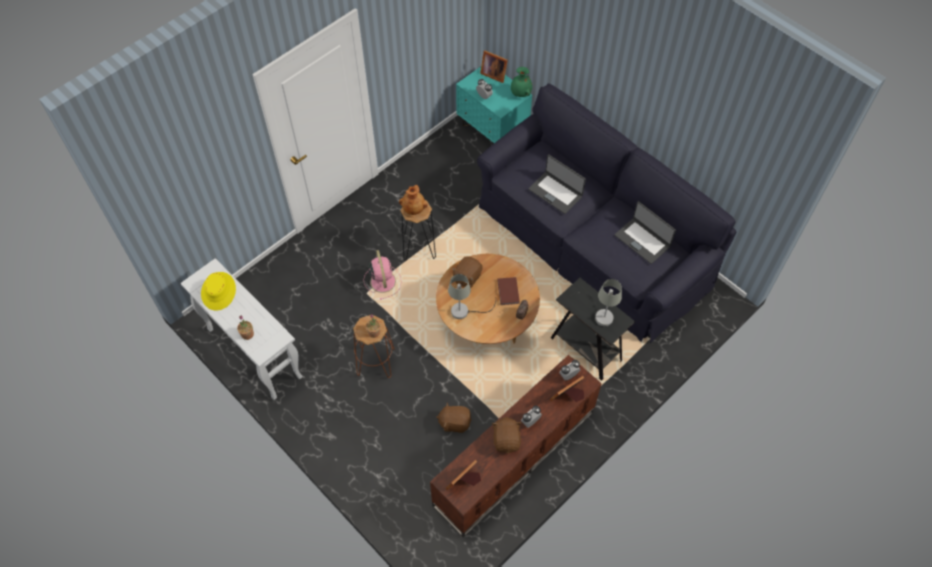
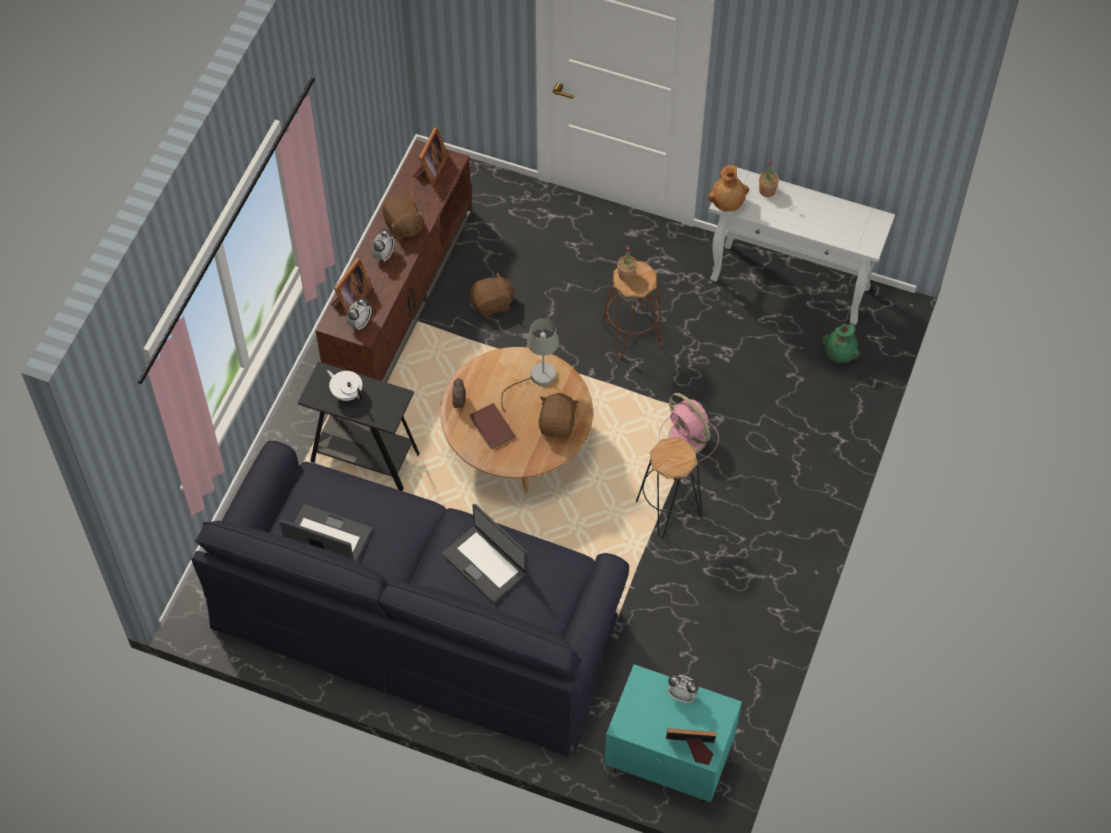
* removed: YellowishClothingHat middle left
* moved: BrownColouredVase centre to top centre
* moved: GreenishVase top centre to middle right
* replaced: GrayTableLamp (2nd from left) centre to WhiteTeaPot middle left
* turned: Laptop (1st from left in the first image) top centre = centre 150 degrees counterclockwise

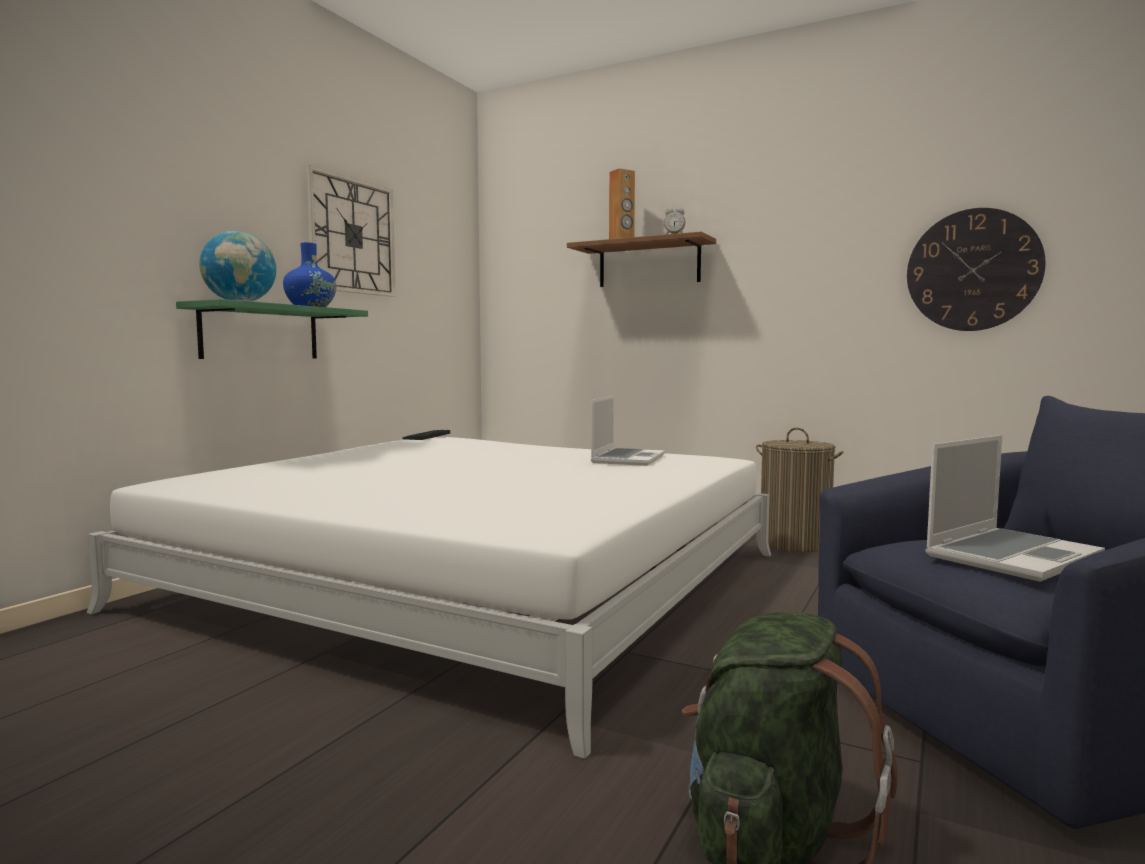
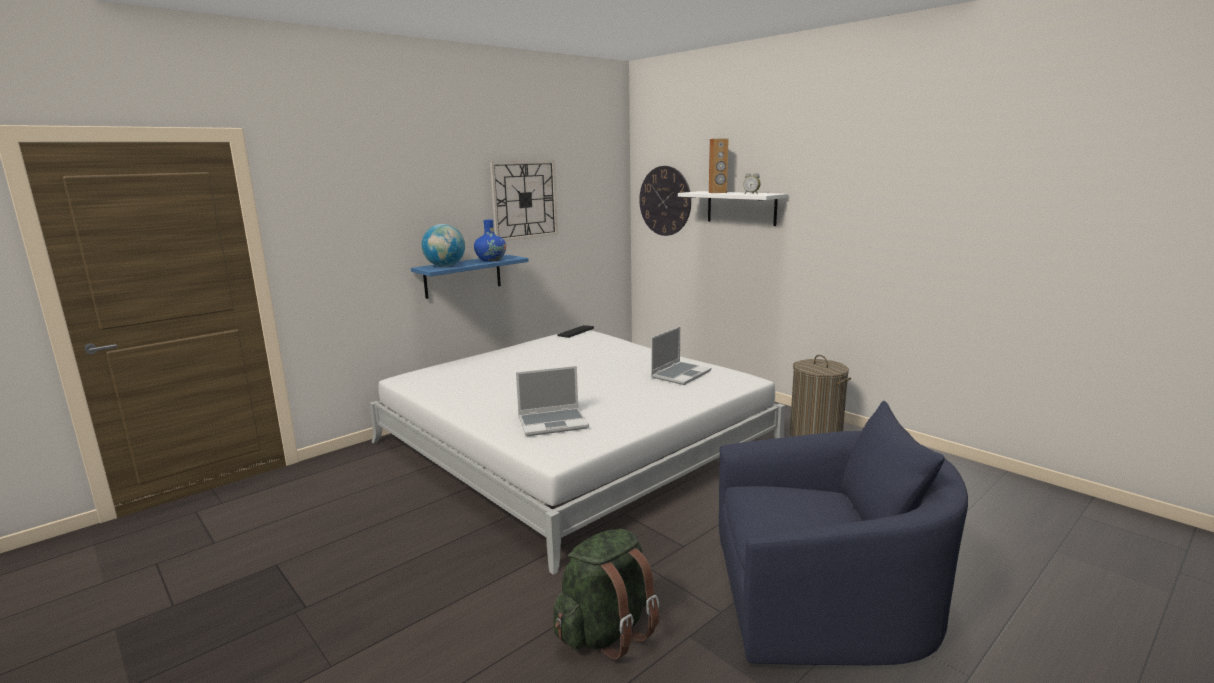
* moved: WallClock (2nd from left) top right to top centre
* moved: Laptop (2nd from left in the first image) middle right to Laptop (1st from left) centre
* recoloured: GreenishBracketShelf middle left to BlueColouredBracketShelf centre
* recoloured: BrownColouredBracketShelf top centre to WhiteBracketShelf top centre

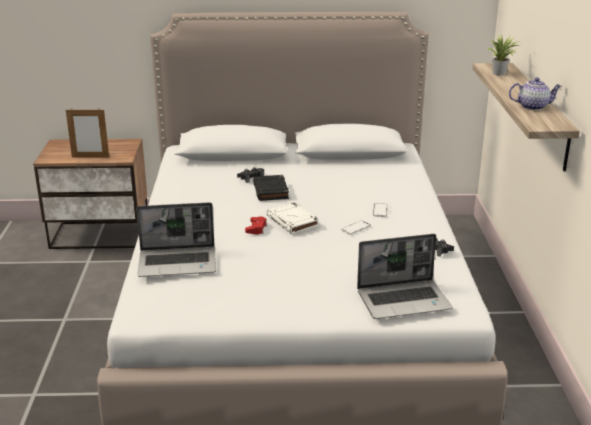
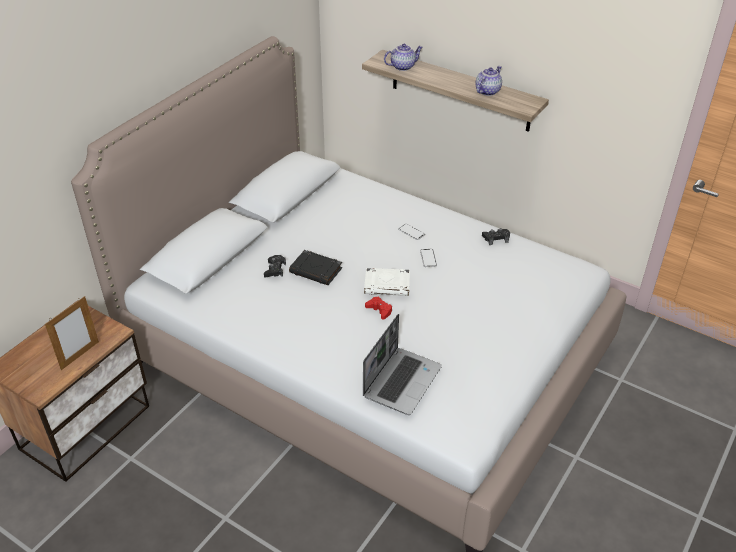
* removed: Laptop (2nd from left) middle right
* replaced: PlantInAPot top right to TeaPot (1st from left) top centre

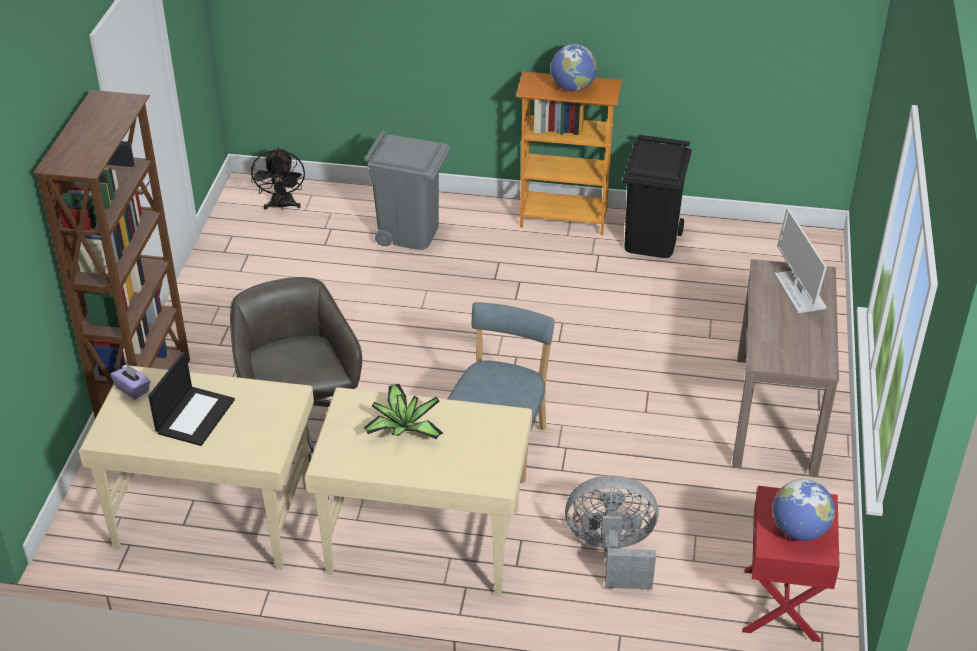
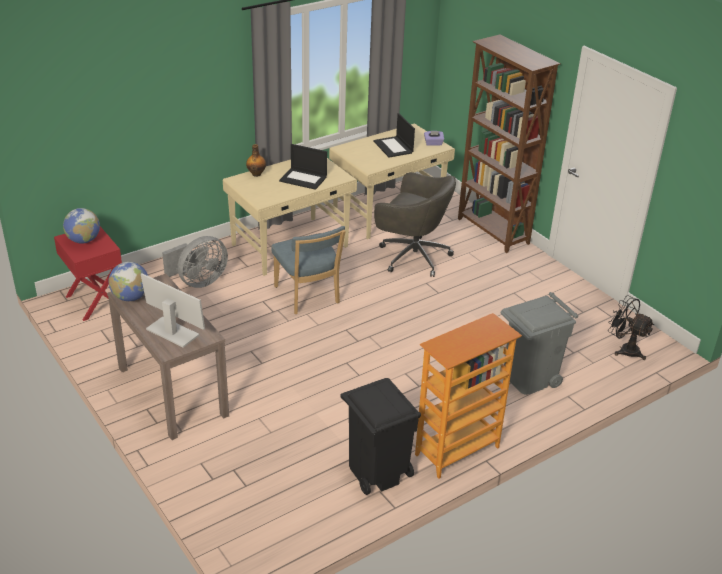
* added: Bottle top centre
* moved: WorldGlobe (1st from left in the first image) top centre to WorldGlobe (2nd from left) middle left
* replaced: PlantInAPot centre to Laptop (1st from left) top centre

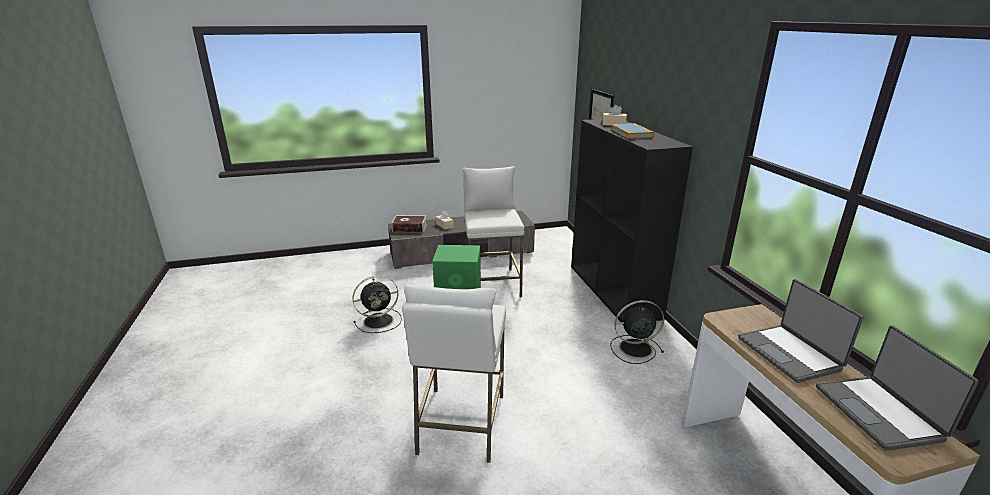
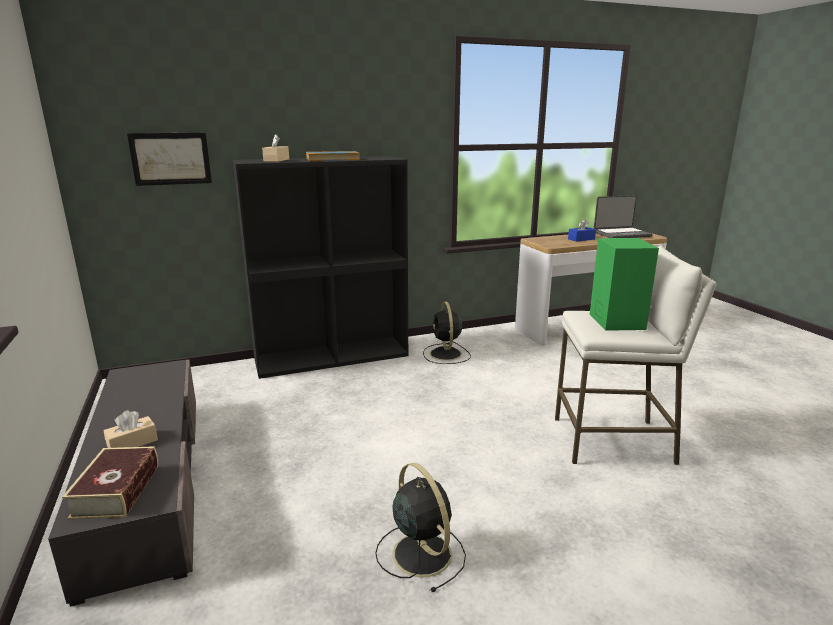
* removed: WhiteStoolSeat (2nd from left) centre
* replaced: Laptop (1st from left) bottom right to BlueColouredTissueBox middle right

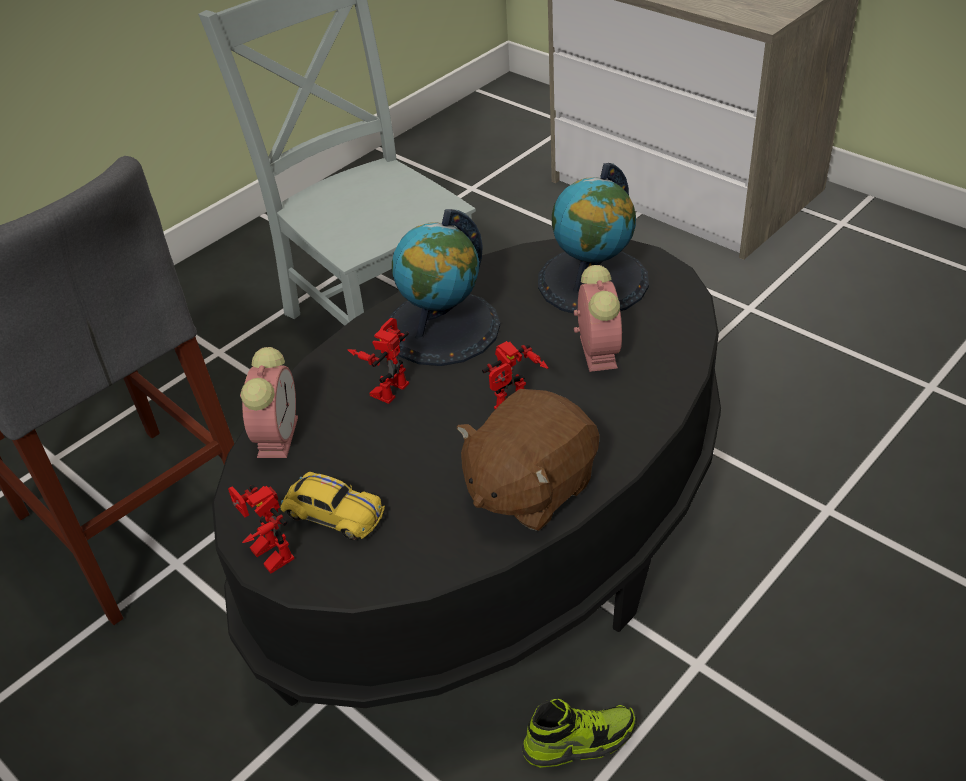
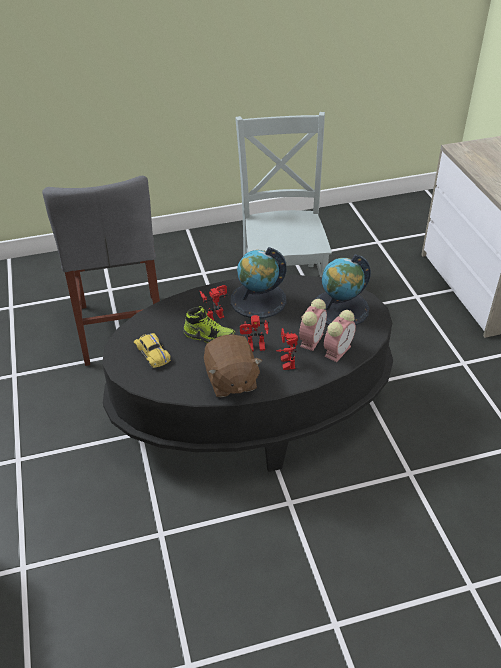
* moved: RobotFigure (1st from left in the first image) bottom left to RobotFigure (3rd from left) centre
* moved: BedsideClock (1st from left in the first image) middle left to BedsideClock (2nd from left) middle right
* moved: ItemOfFootwear bottom centre to centre
* turned: BrownColouredCuddlyToy centre = centre 90 degrees counterclockwise

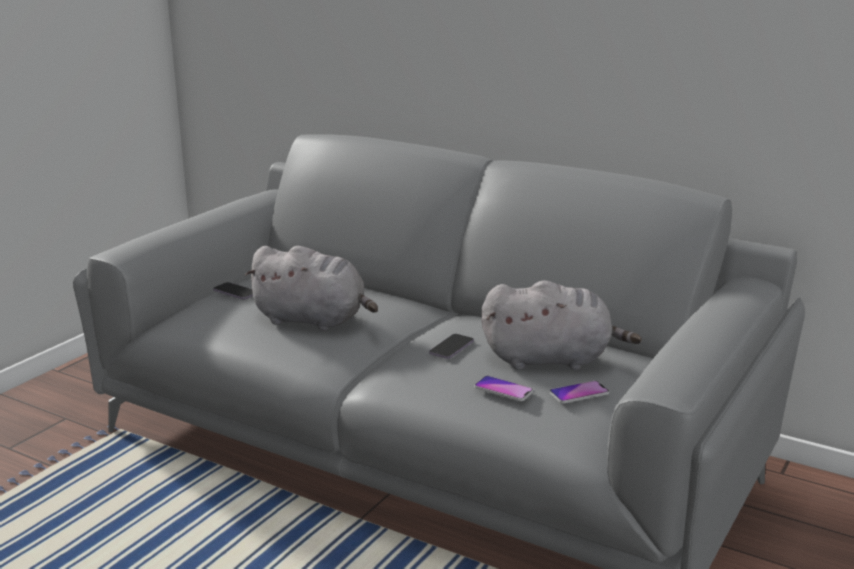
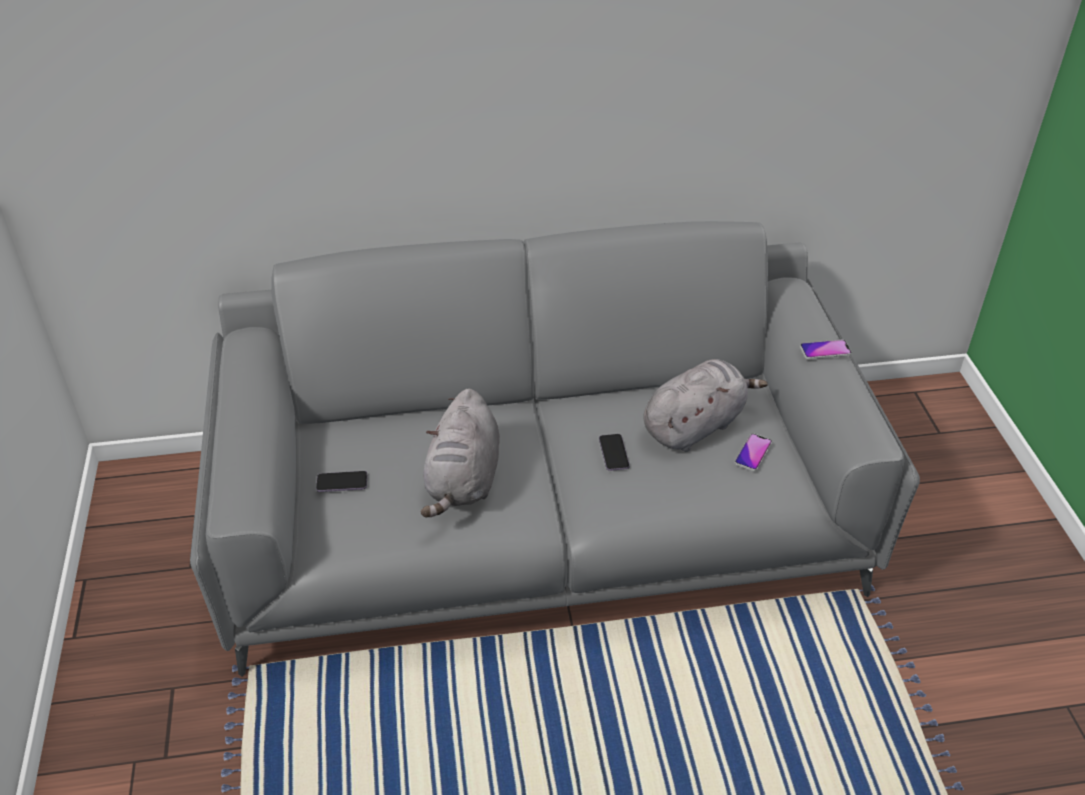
* moved: Phone (3rd from left in the first image) bottom centre to Phone (4th from left) middle right
* turned: GrayCuddlyToy (1st from left) centre = centre 120 degrees clockwise

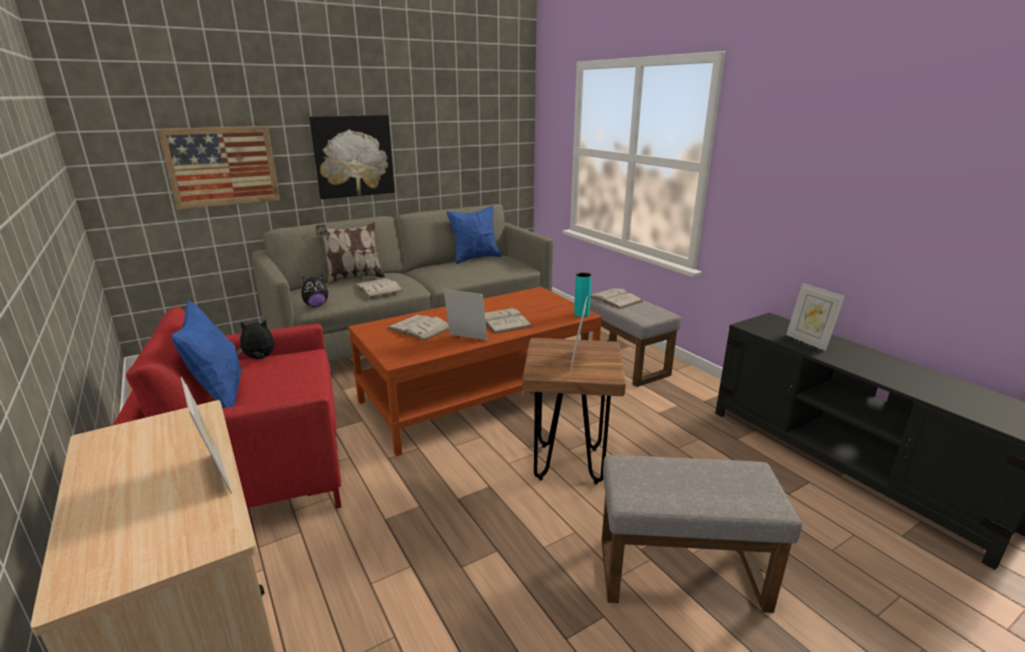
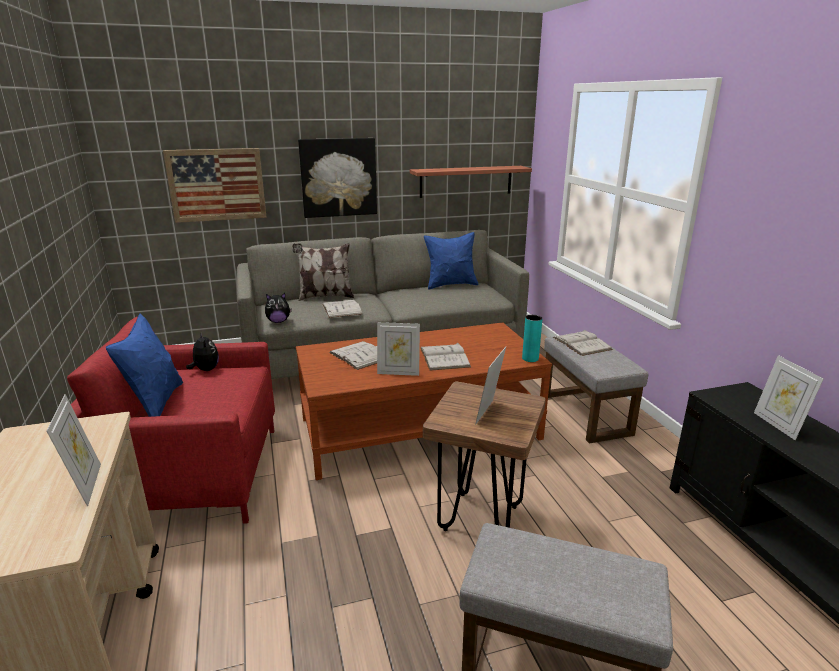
* added: BracketShelf top centre
* turned: CuddlyToy (1st from left) middle left = middle left 60 degrees clockwise
* turned: PictureFrame (2nd from left) centre = centre 150 degrees clockwise

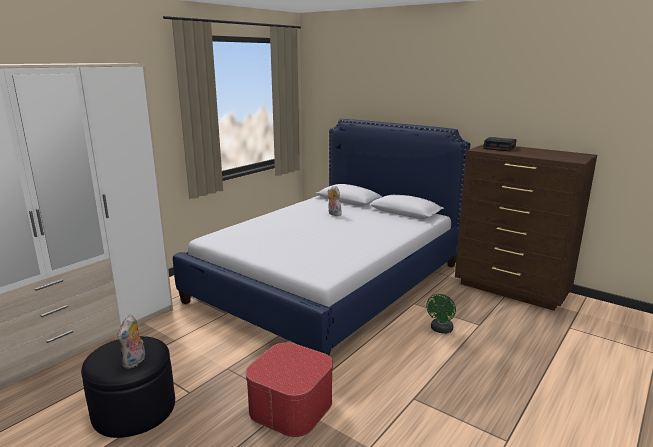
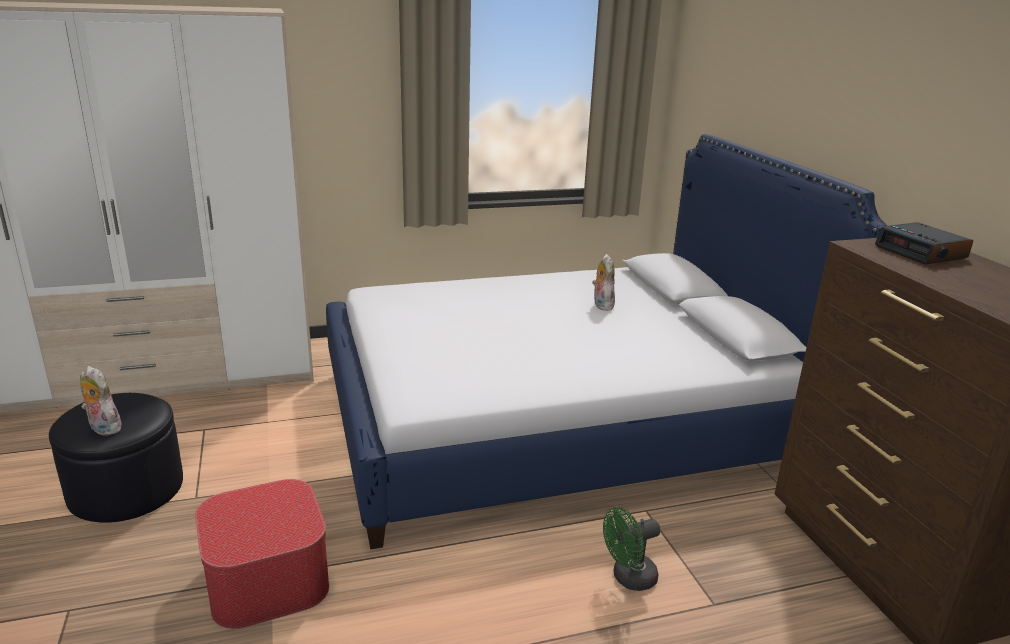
* turned: CuddlyToy (1st from left) bottom left = middle left 75 degrees clockwise

